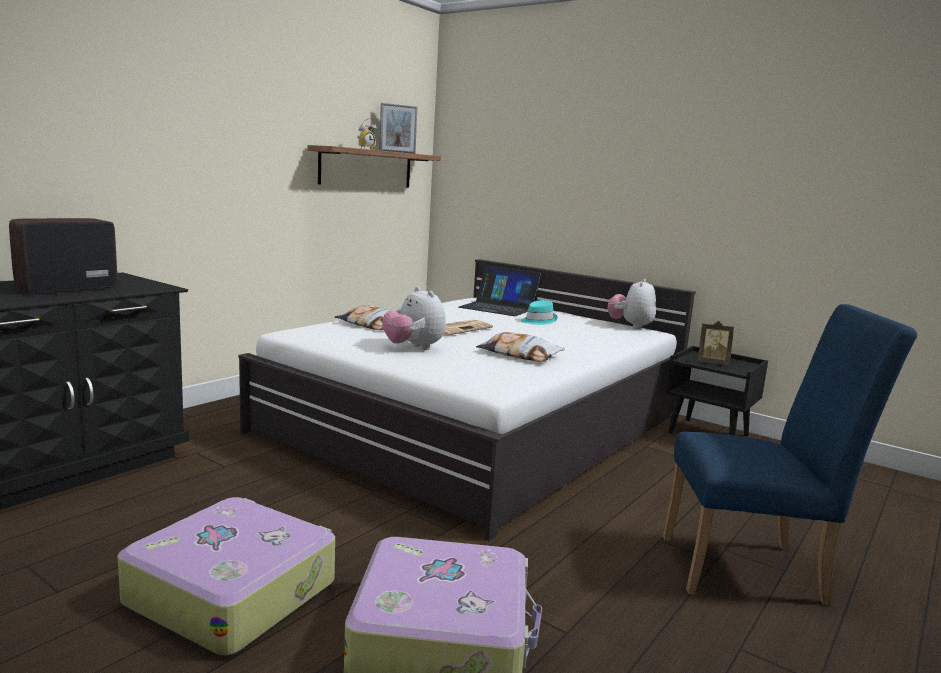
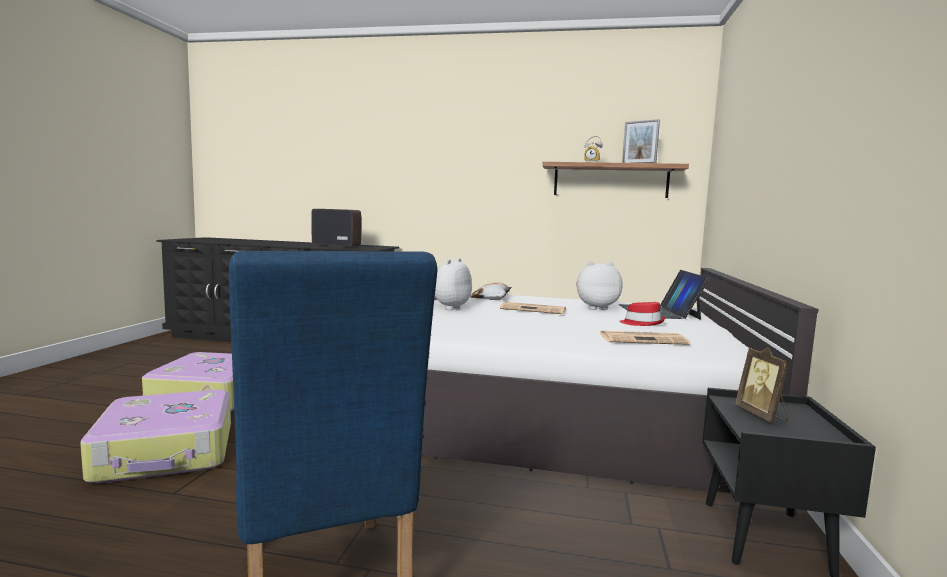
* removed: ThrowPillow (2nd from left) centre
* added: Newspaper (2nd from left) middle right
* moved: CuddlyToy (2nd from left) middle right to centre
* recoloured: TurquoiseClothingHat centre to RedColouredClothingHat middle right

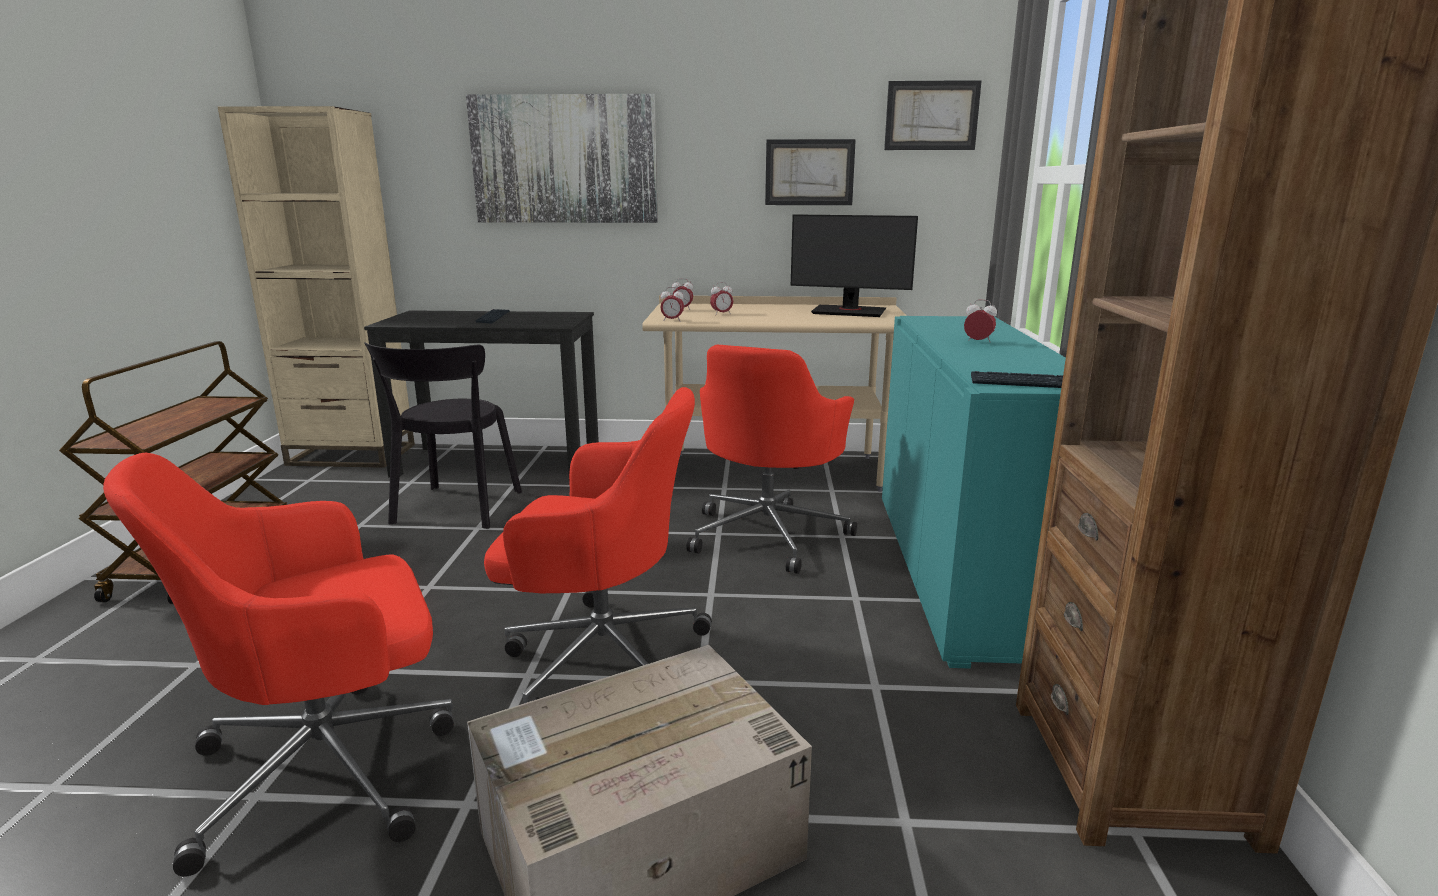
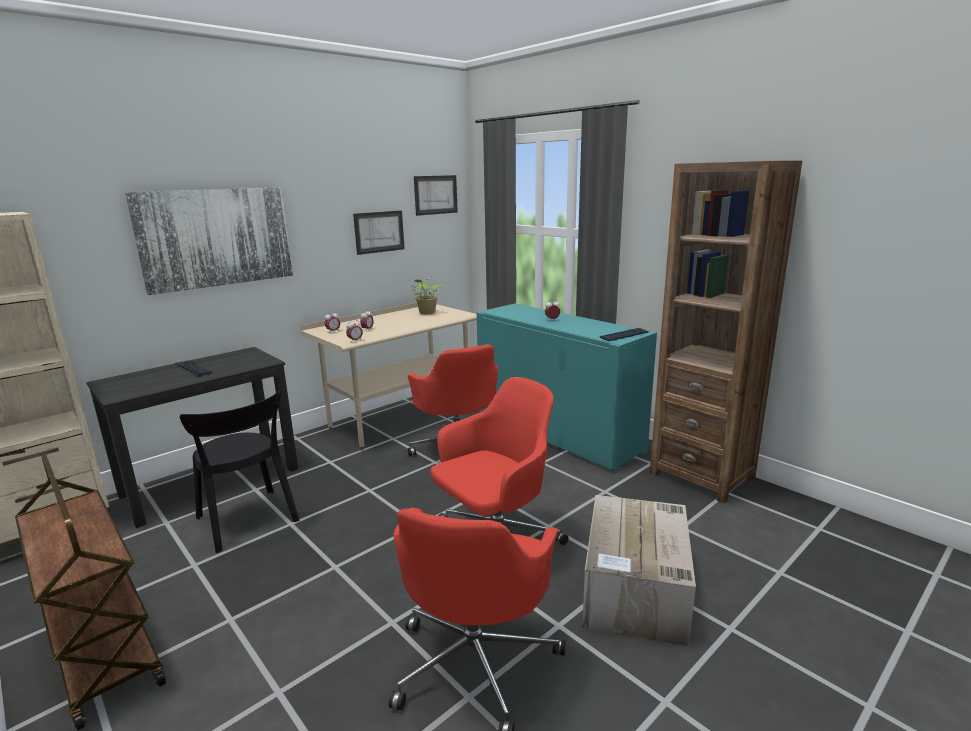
* replaced: ComputerDisplay top centre to PlantInAPot centre

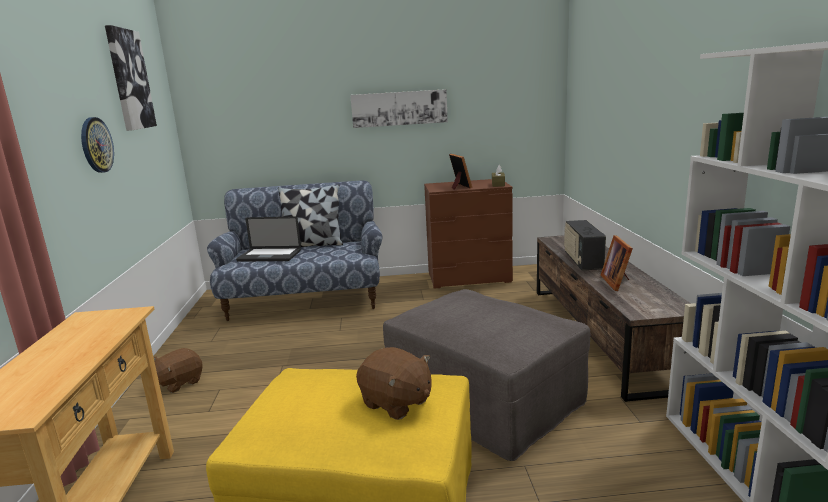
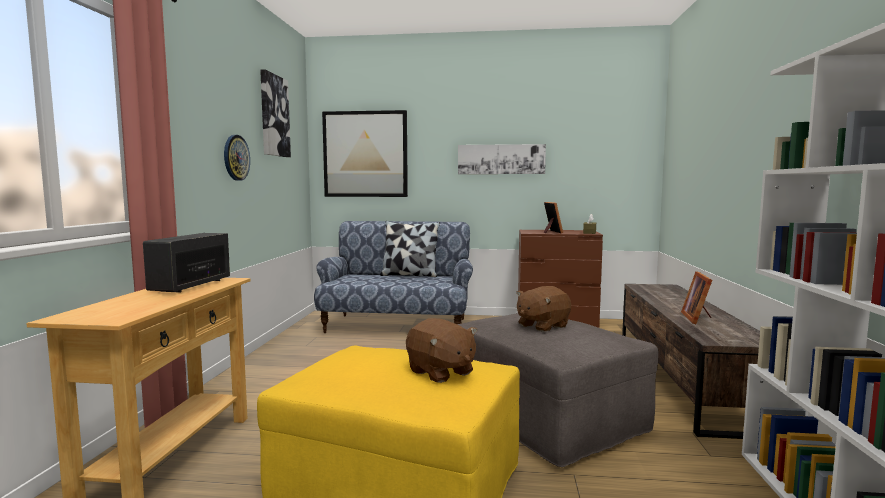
* removed: Laptop middle left
* added: Picture (2nd from left) top centre
* moved: BrownColouredCuddlyToy (1st from left in the first image) bottom left to BrownColouredCuddlyToy (2nd from left) centre
* moved: Radio middle right to middle left

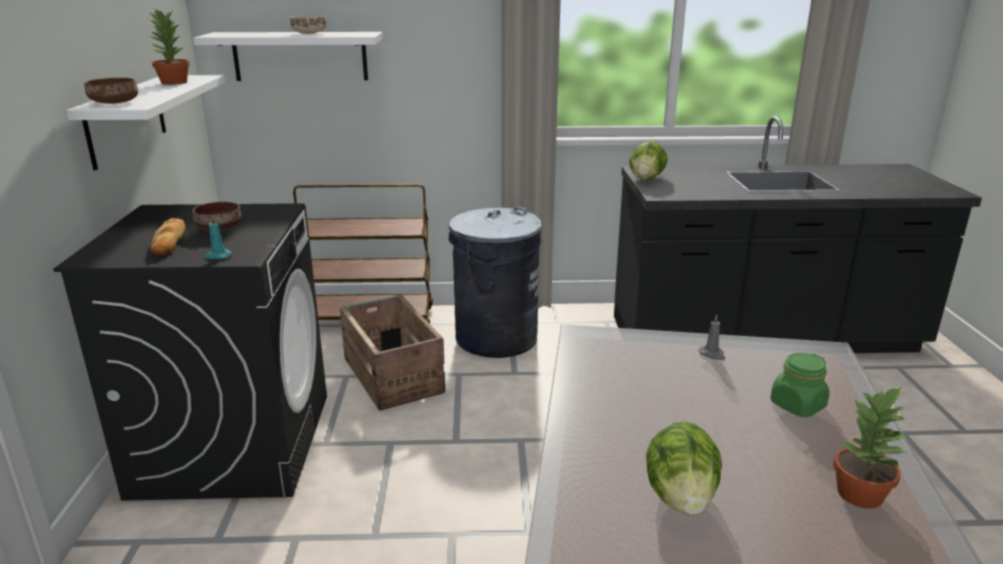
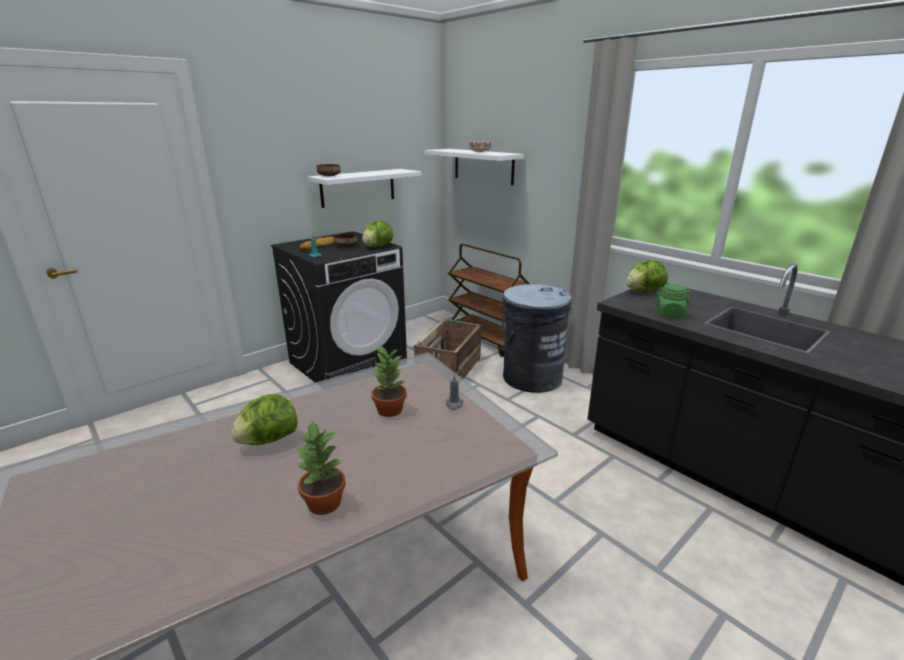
* added: Lettuce (2nd from left) centre
* moved: PlantInAPot (1st from left in the first image) top left to PlantInAPot (2nd from left) centre
* moved: GreenishJar bottom right to middle right

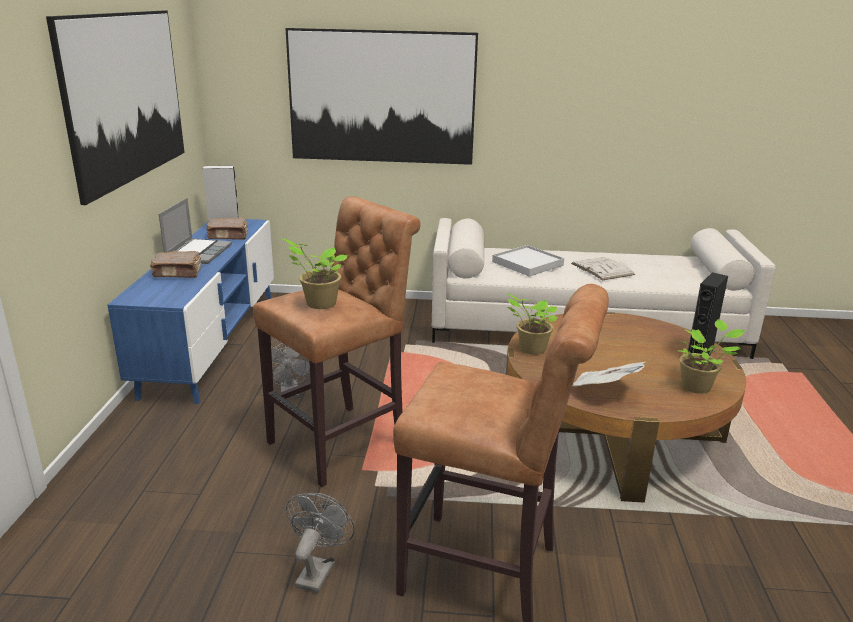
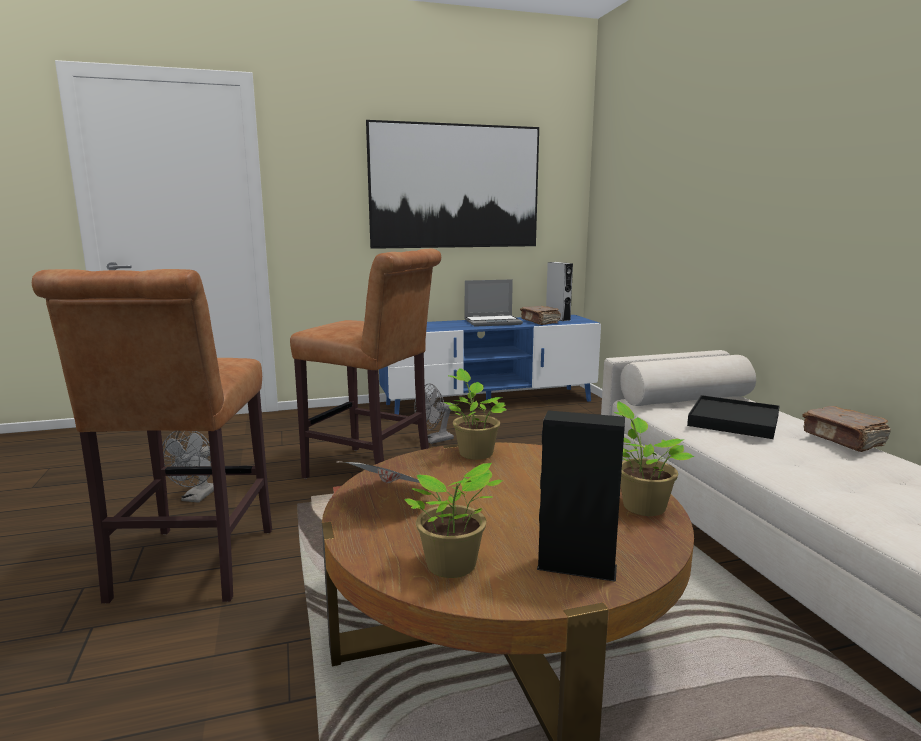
* removed: Picture (2nd from left) top centre
* removed: WhiteBoundBook middle right
* moved: BrownColouredBoundBook (1st from left in the first image) middle left to BrownColouredBoundBook (2nd from left) middle right
* moved: PlantInAPot (1st from left in the first image) centre to PlantInAPot (3rd from left) middle right
* recoloured: WhiteCarryingTray centre to BlackColouredCarryingTray middle right
* turned: GrayCoolingFan (2nd from left in the first image) bottom centre = middle left 105 degrees clockwise

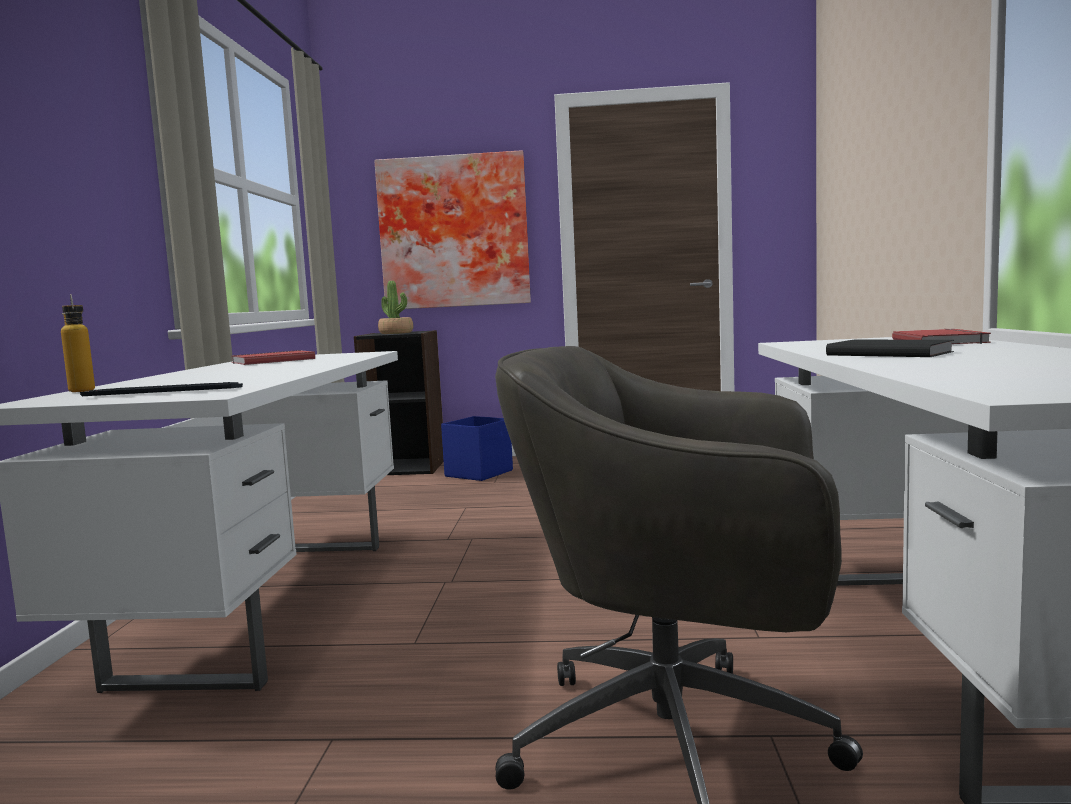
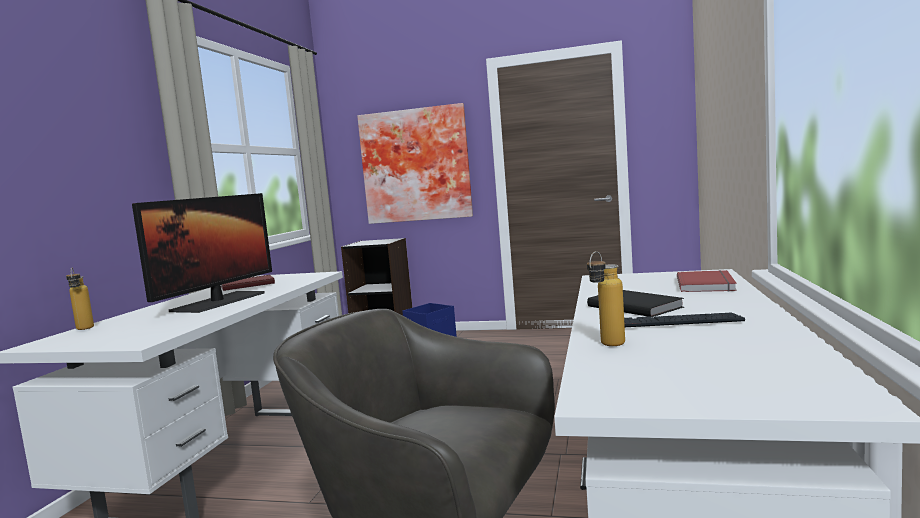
* removed: PlantInAPot centre
* added: ComputerDisplay middle left
* added: Bottle (2nd from left) centre
* moved: Keyboard middle left to middle right

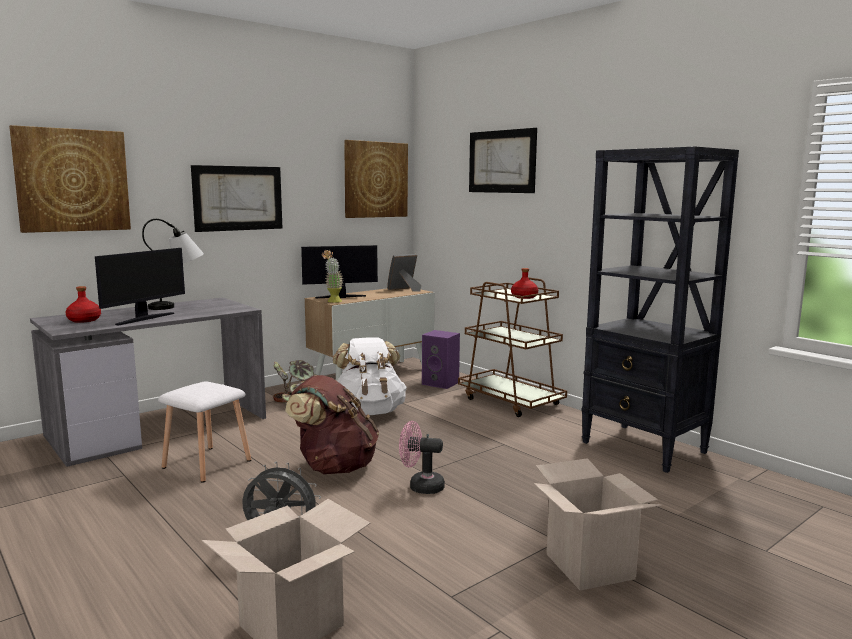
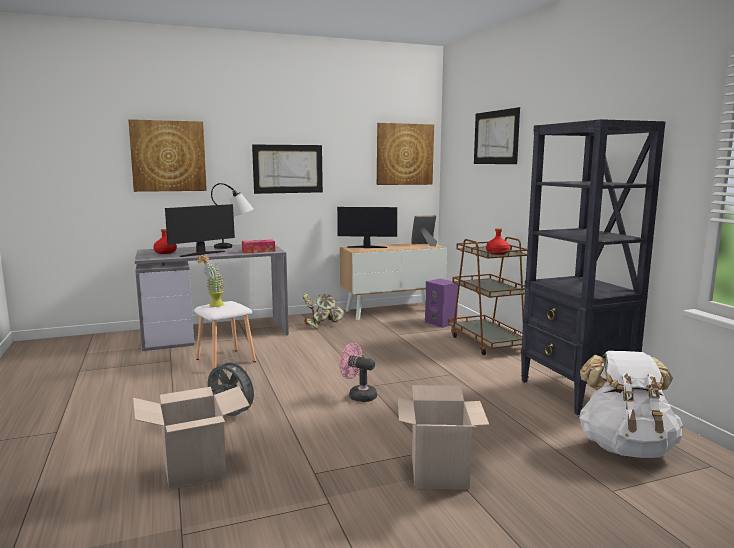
* removed: BrownColouredKnapsack centre
* added: TissueBox centre
* moved: PlantInAPot (2nd from left in the first image) centre to PlantInAPot (1st from left) middle left
* moved: WhiteKnapsack centre to bottom right

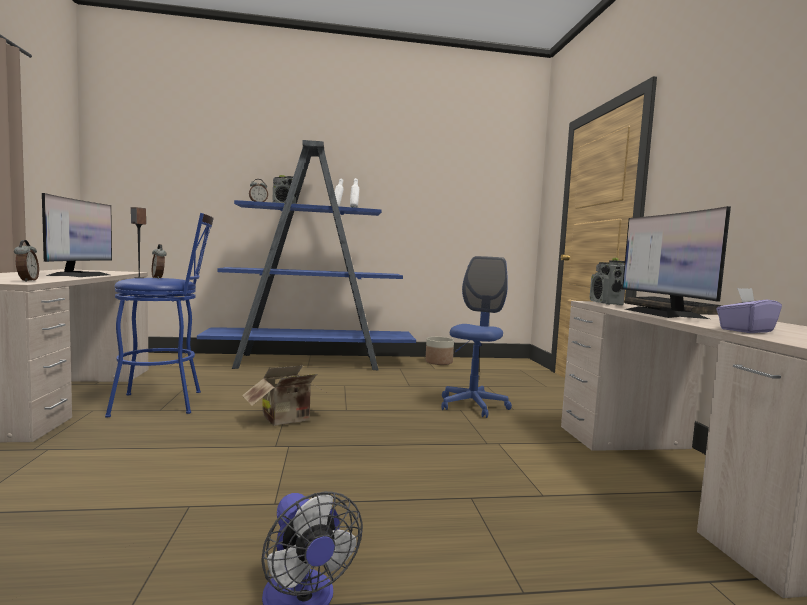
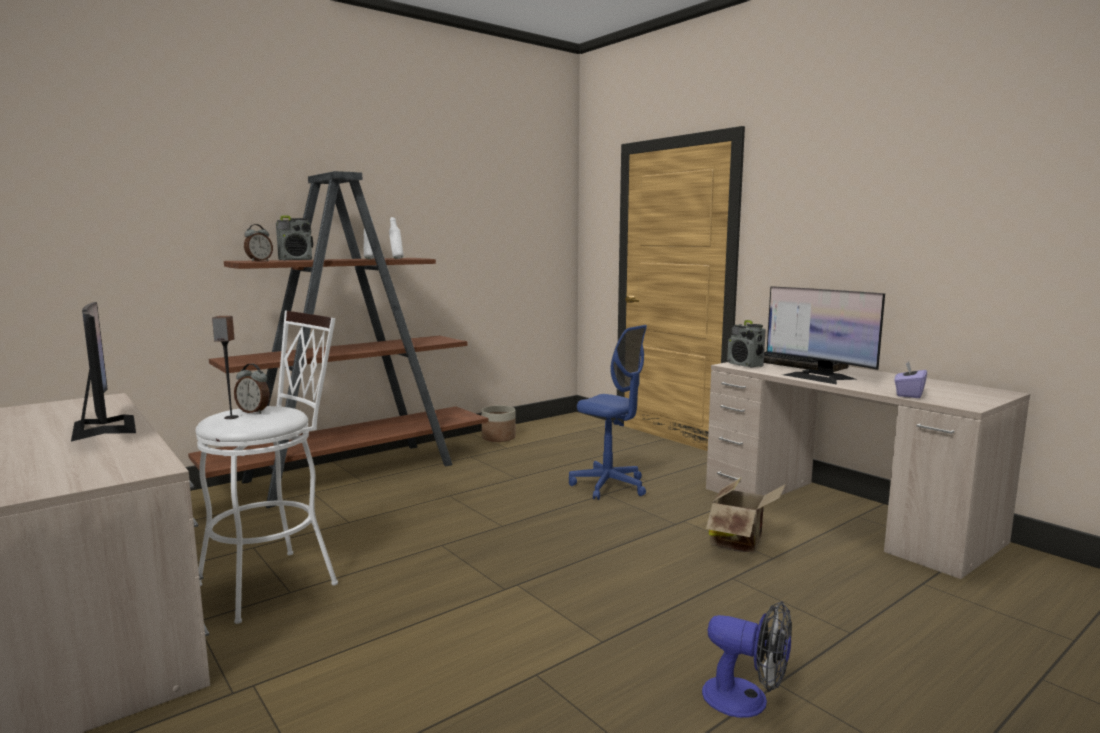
* removed: BedsideClock (1st from left) middle left
* moved: Carton centre to bottom right
* recoloured: BlueColouredStoolSeat middle left to WhiteStoolSeat middle left
* recoloured: BlueColouredShelvingUnit centre to BrownColouredShelvingUnit middle left
* turned: BlueColouredComputerChair centre = centre 135 degrees clockwise

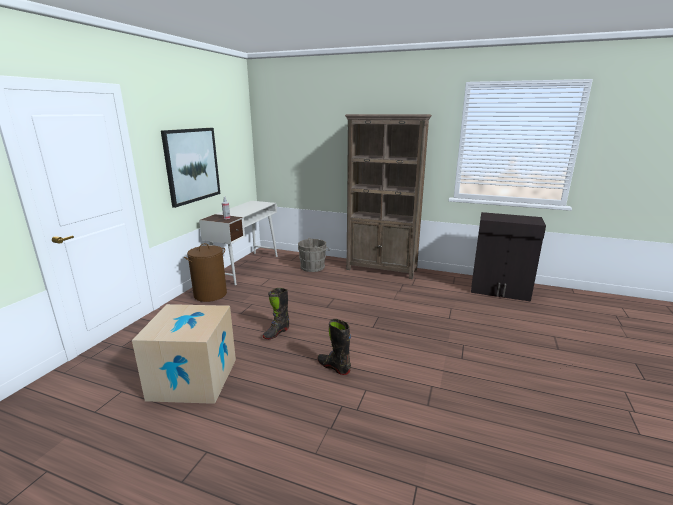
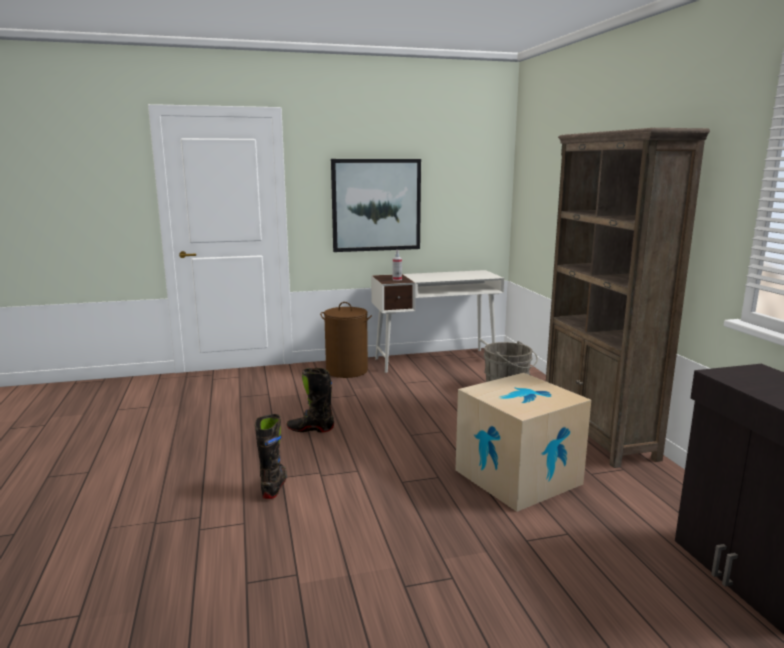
* moved: Carton bottom left to bottom right

